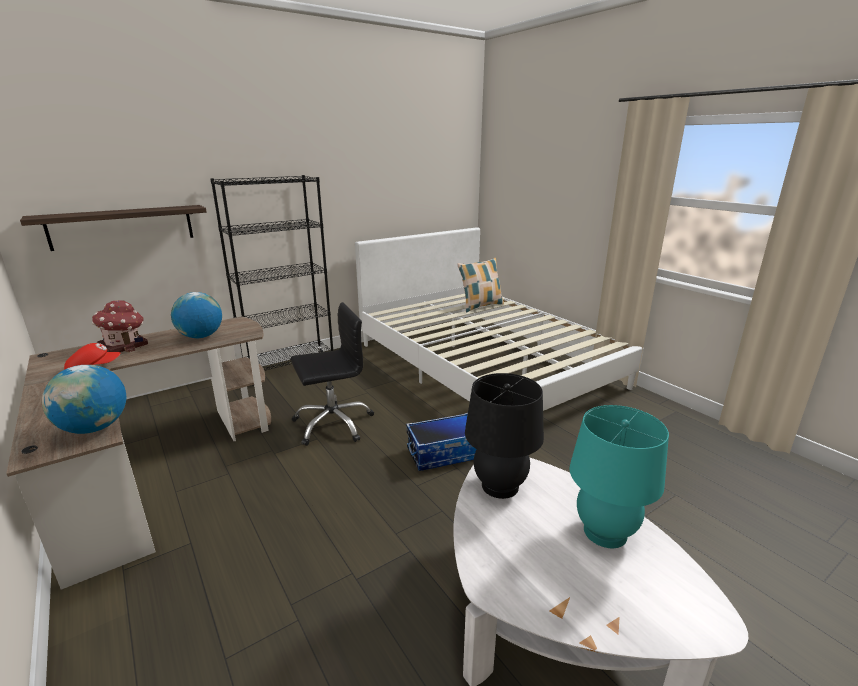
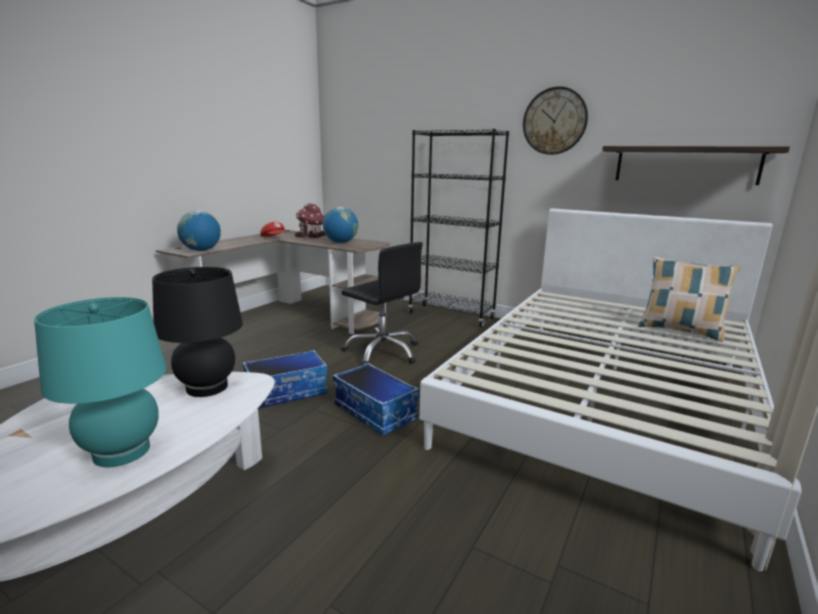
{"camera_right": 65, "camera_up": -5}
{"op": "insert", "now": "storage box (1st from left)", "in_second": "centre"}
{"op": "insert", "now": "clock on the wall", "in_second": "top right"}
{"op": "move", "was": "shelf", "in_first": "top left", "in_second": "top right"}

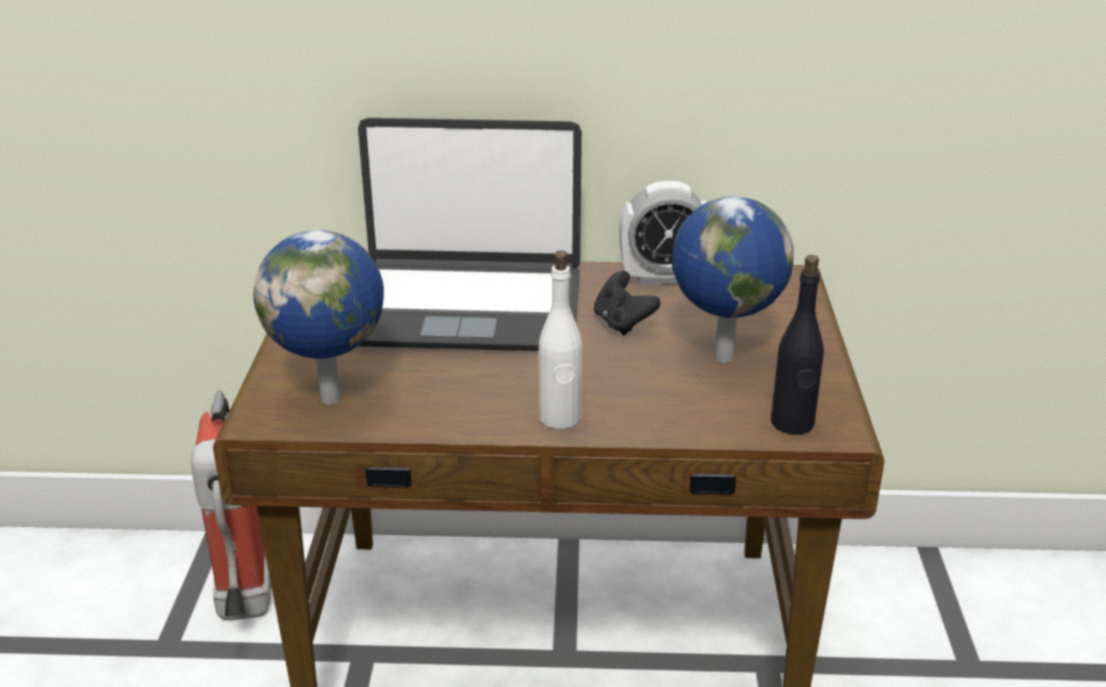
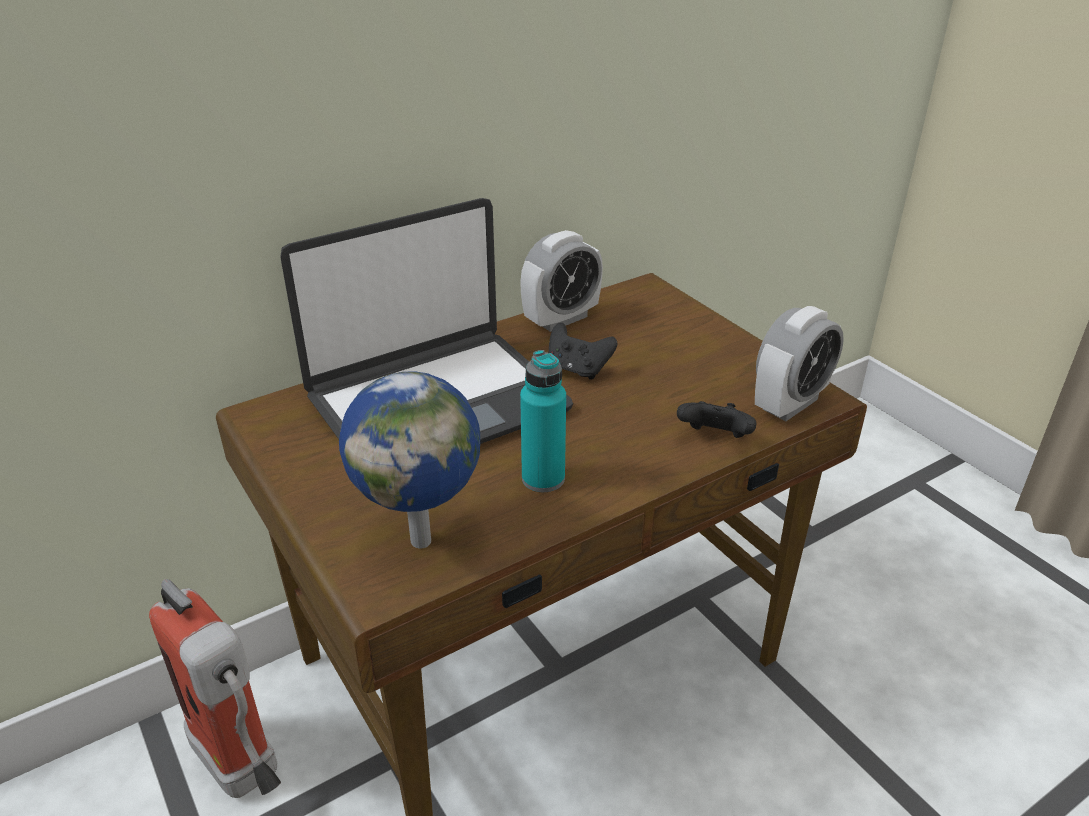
{"camera_right": -35, "camera_up": 5}
{"op": "insert", "now": "beverage bottle (turquoise-coloured)", "in_second": "centre"}
{"op": "insert", "now": "gamepad (black-coloured) (2nd from left)", "in_second": "centre"}
{"op": "replace", "was": "beverage bottle (black-coloured)", "now": "bedside clock (2nd from left)", "in_first": "middle right", "in_second": "middle right"}
{"op": "delete", "was": "beverage bottle (white)", "in_first": "centre"}
{"op": "delete", "was": "desk globe (2nd from left)", "in_first": "centre"}

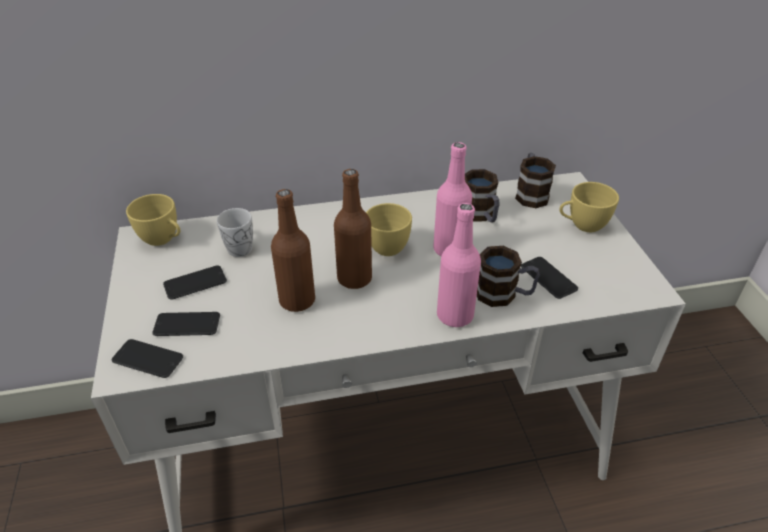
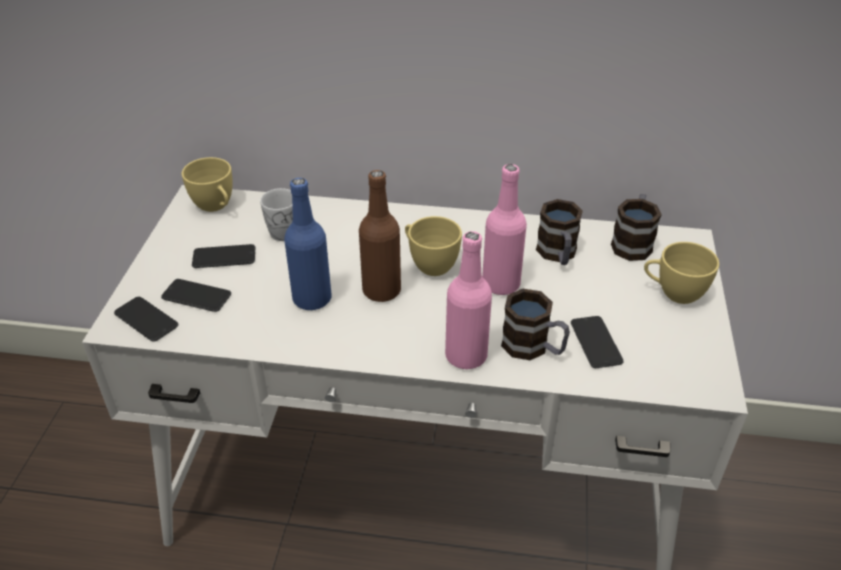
{"camera_right": 20, "camera_up": 0}
{"op": "recolor", "was": "beverage bottle (brown-coloured) (1st from left)", "now": "beverage bottle (blue-coloured)", "in_first": "centre", "in_second": "centre"}

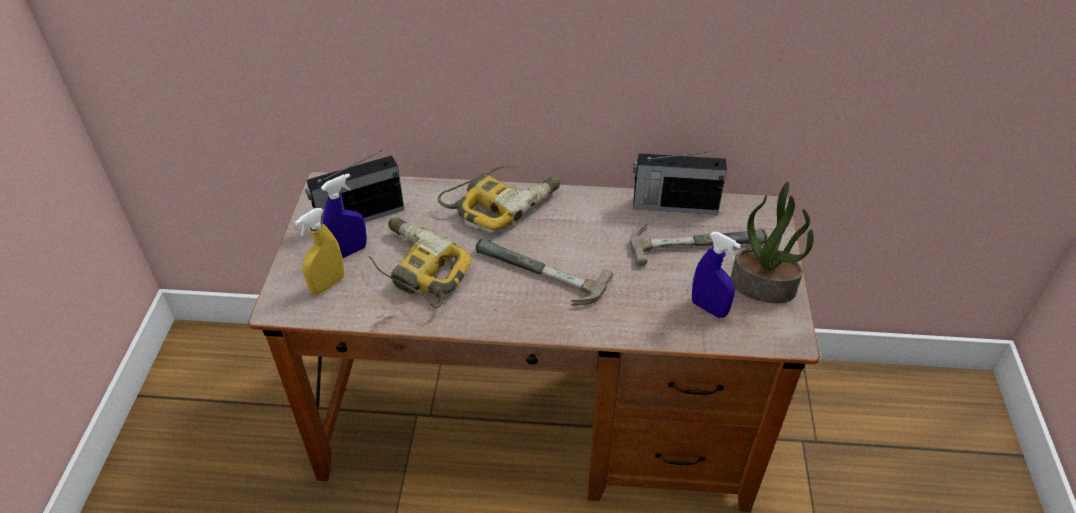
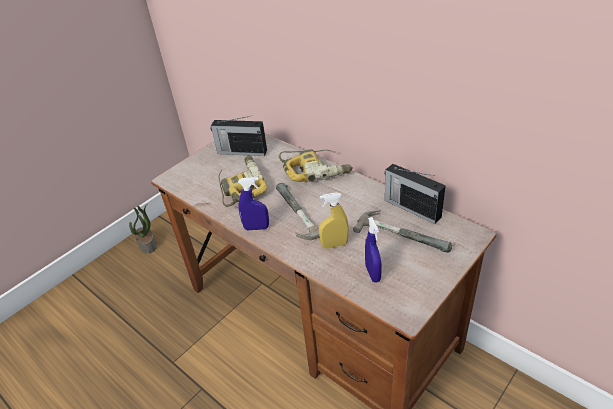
{"camera_right": 40, "camera_up": -5}
{"op": "move", "was": "plant in a pot", "in_first": "middle right", "in_second": "middle left"}
{"op": "move", "was": "spray bottle (blue-coloured) (1st from left)", "in_first": "middle left", "in_second": "centre"}
{"op": "move", "was": "spray bottle (yellow-coloured)", "in_first": "middle left", "in_second": "centre"}

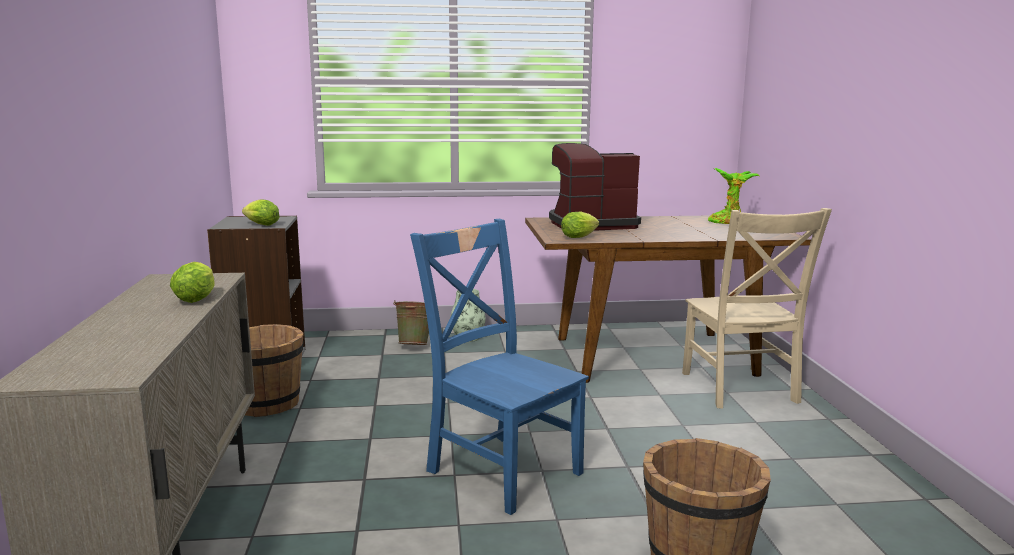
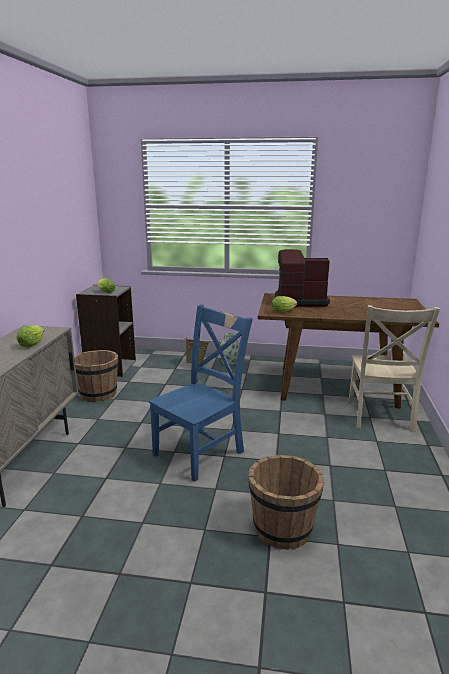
{"camera_right": 15, "camera_up": 5}
{"op": "rotate", "was": "chair (blue-coloured)", "in_first": "centre", "in_second": "centre", "clockwise": 75}
{"op": "delete", "was": "plant in a pot", "in_first": "middle right"}

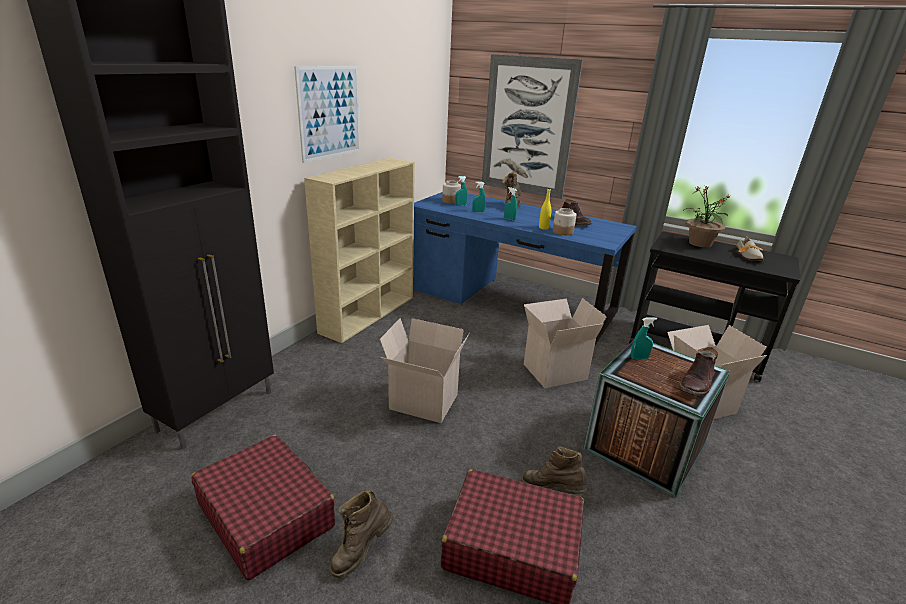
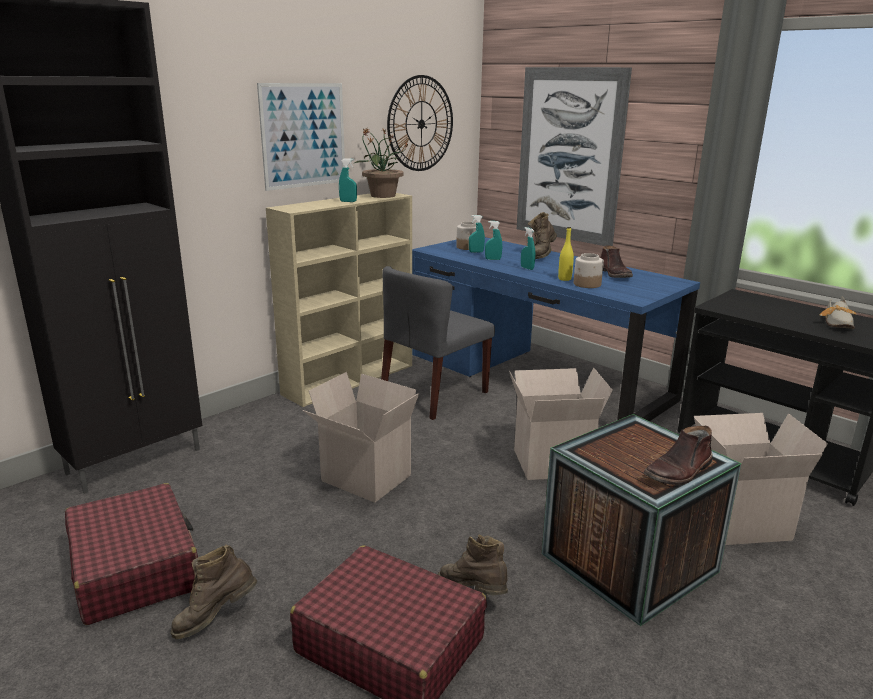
{"camera_right": 15, "camera_up": -5}
{"op": "move", "was": "spray bottle (turquoise-coloured) (4th from left in the first image)", "now": "spray bottle (turquoise-coloured) (1st from left)", "in_first": "middle right", "in_second": "top centre"}
{"op": "move", "was": "plant in a pot", "in_first": "middle right", "in_second": "top centre"}
{"op": "insert", "now": "chair (greyish)", "in_second": "centre"}
{"op": "insert", "now": "clock on the wall", "in_second": "top centre"}

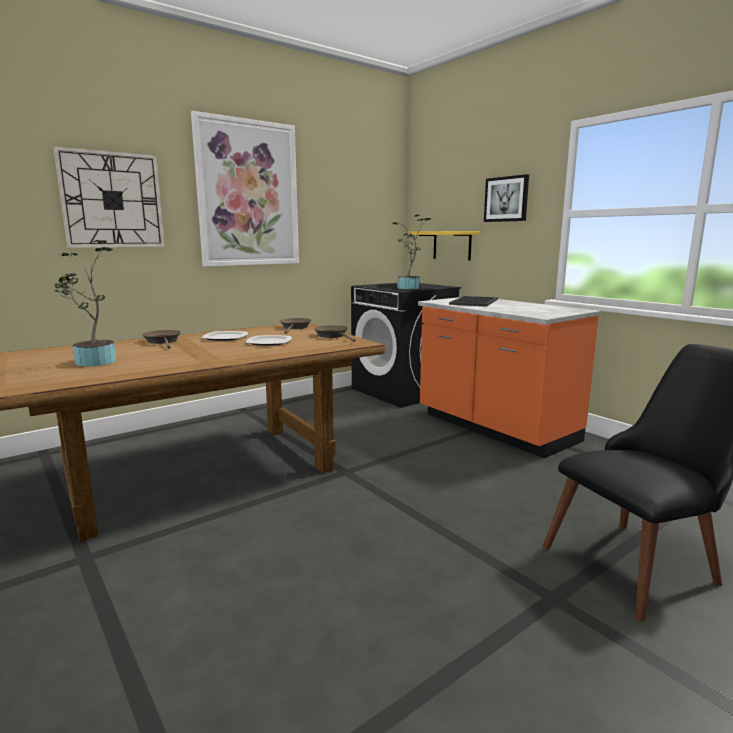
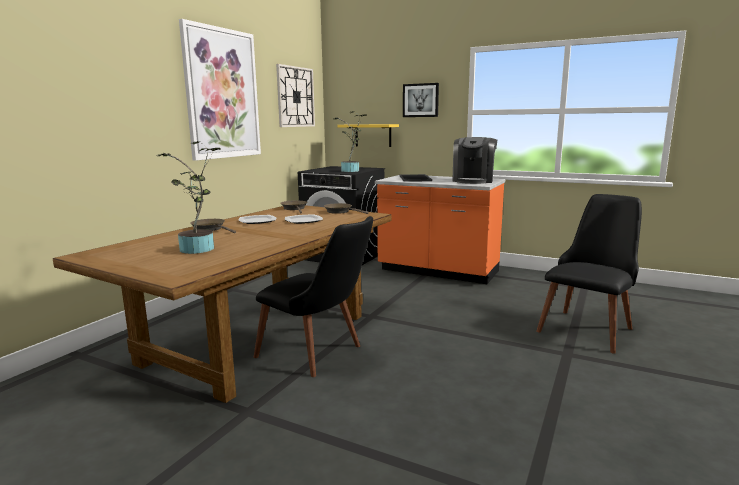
{"camera_right": -25, "camera_up": 0}
{"op": "insert", "now": "chair (black-coloured) (1st from left)", "in_second": "centre"}
{"op": "move", "was": "clock on the wall", "in_first": "top left", "in_second": "top centre"}
{"op": "insert", "now": "coffee maker", "in_second": "top centre"}

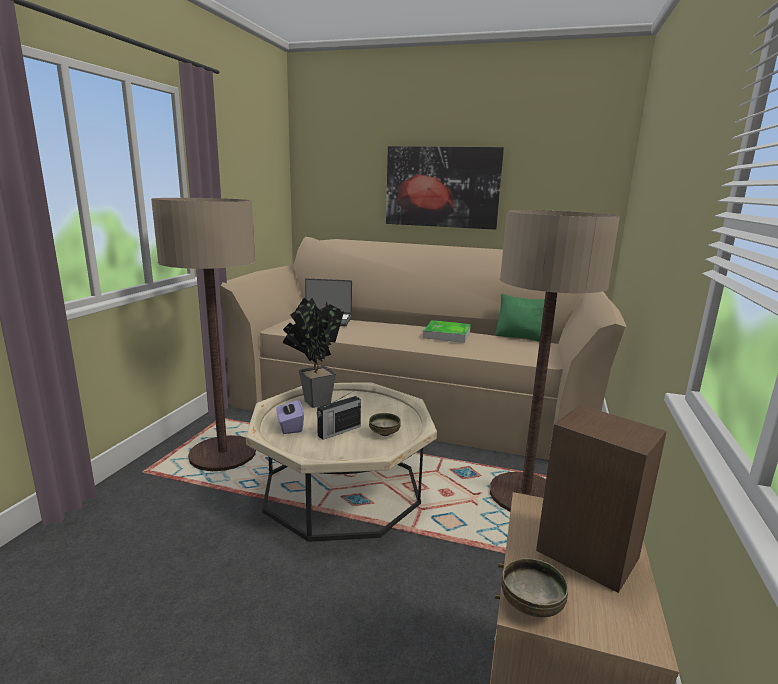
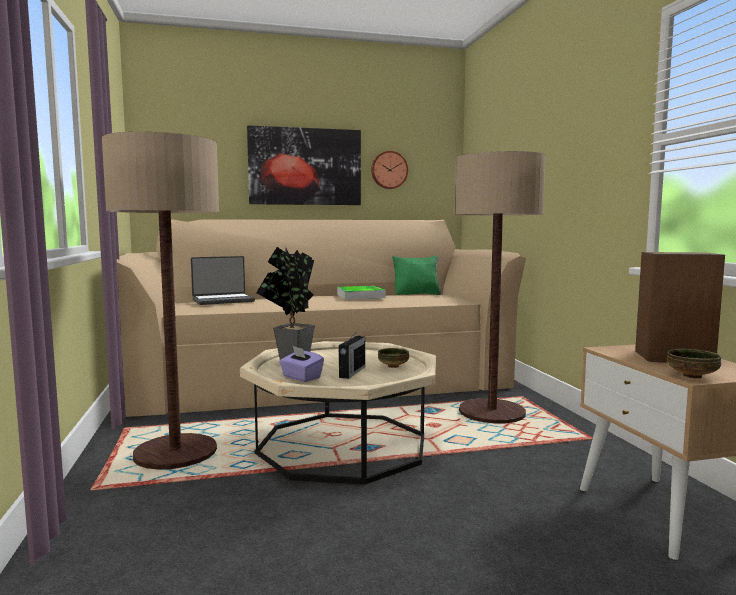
{"camera_right": -30, "camera_up": -10}
{"op": "insert", "now": "clock on the wall", "in_second": "top centre"}

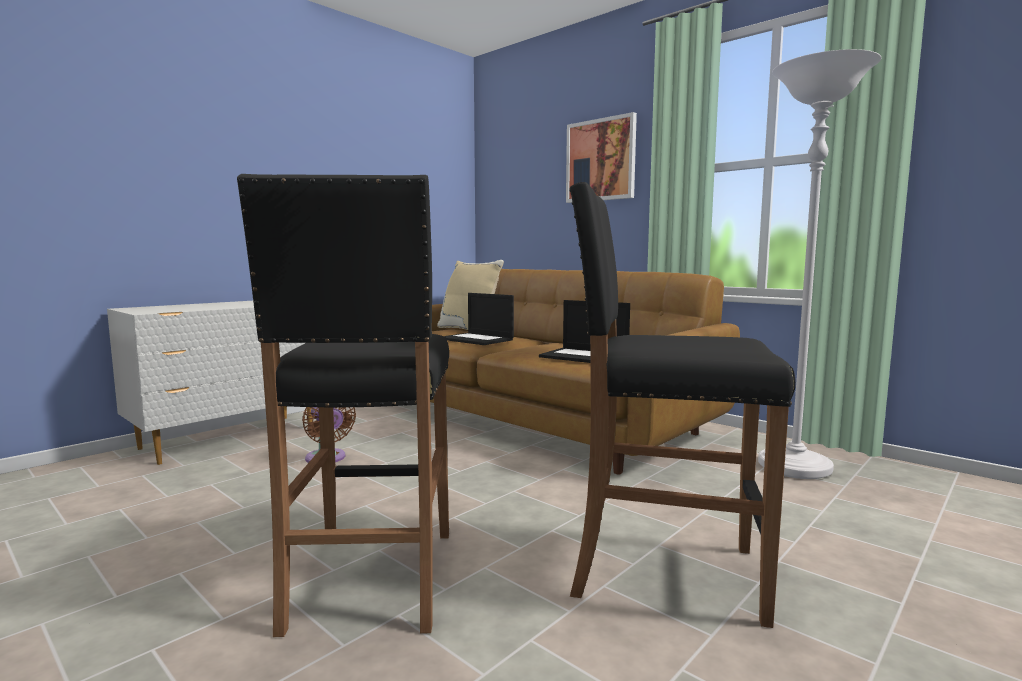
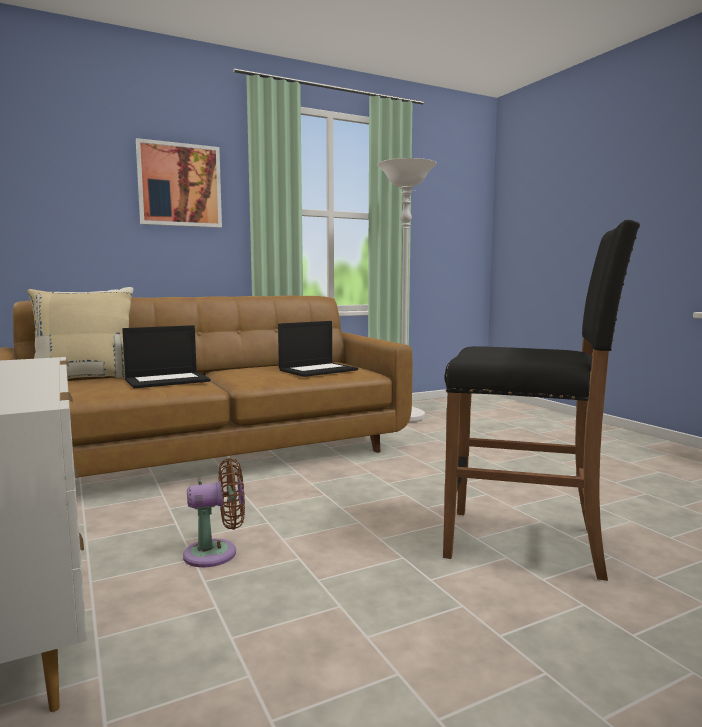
{"camera_right": -70, "camera_up": 0}
{"op": "delete", "was": "sitting stool (black-coloured) (2nd from left)", "in_first": "middle right"}

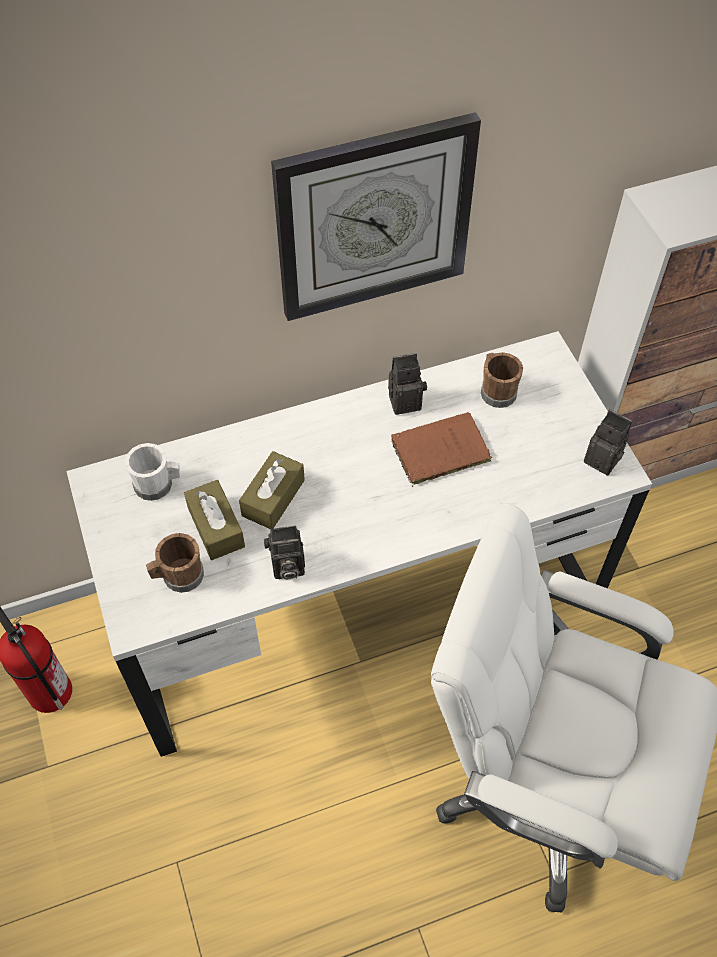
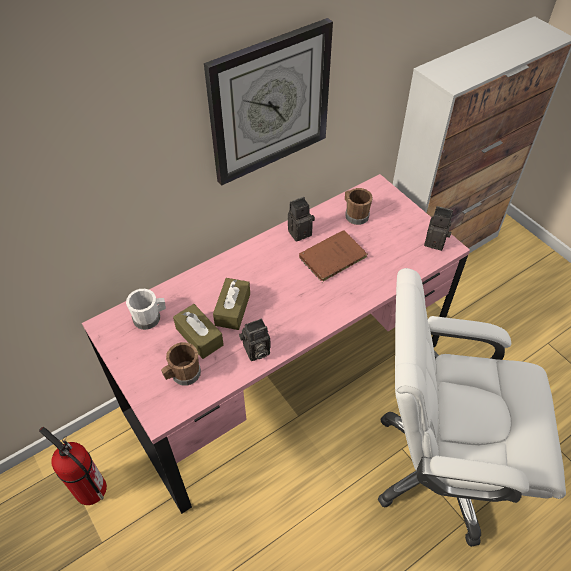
{"camera_right": -15, "camera_up": -5}
{"op": "recolor", "was": "desk unit (white)", "now": "desk unit (pink-coloured)", "in_first": "centre", "in_second": "centre"}

